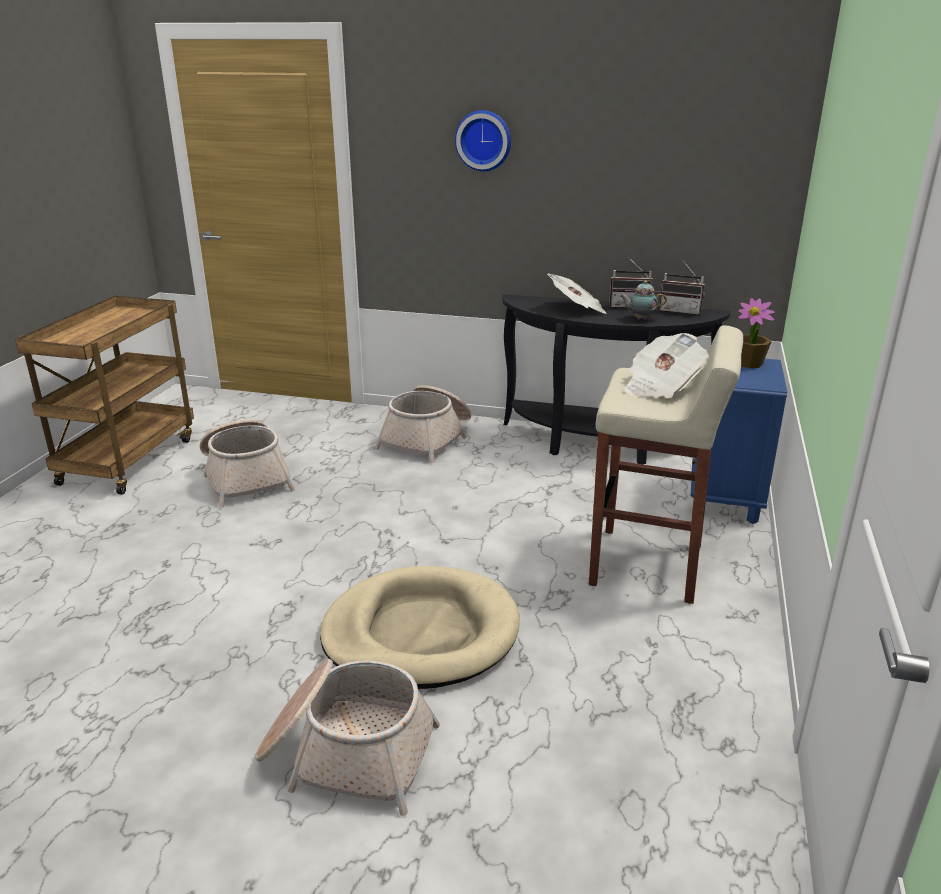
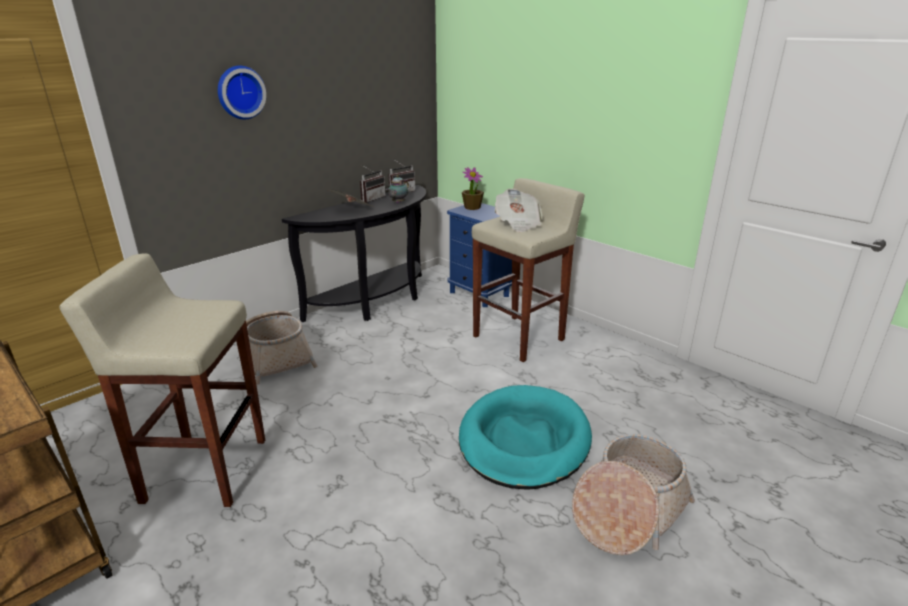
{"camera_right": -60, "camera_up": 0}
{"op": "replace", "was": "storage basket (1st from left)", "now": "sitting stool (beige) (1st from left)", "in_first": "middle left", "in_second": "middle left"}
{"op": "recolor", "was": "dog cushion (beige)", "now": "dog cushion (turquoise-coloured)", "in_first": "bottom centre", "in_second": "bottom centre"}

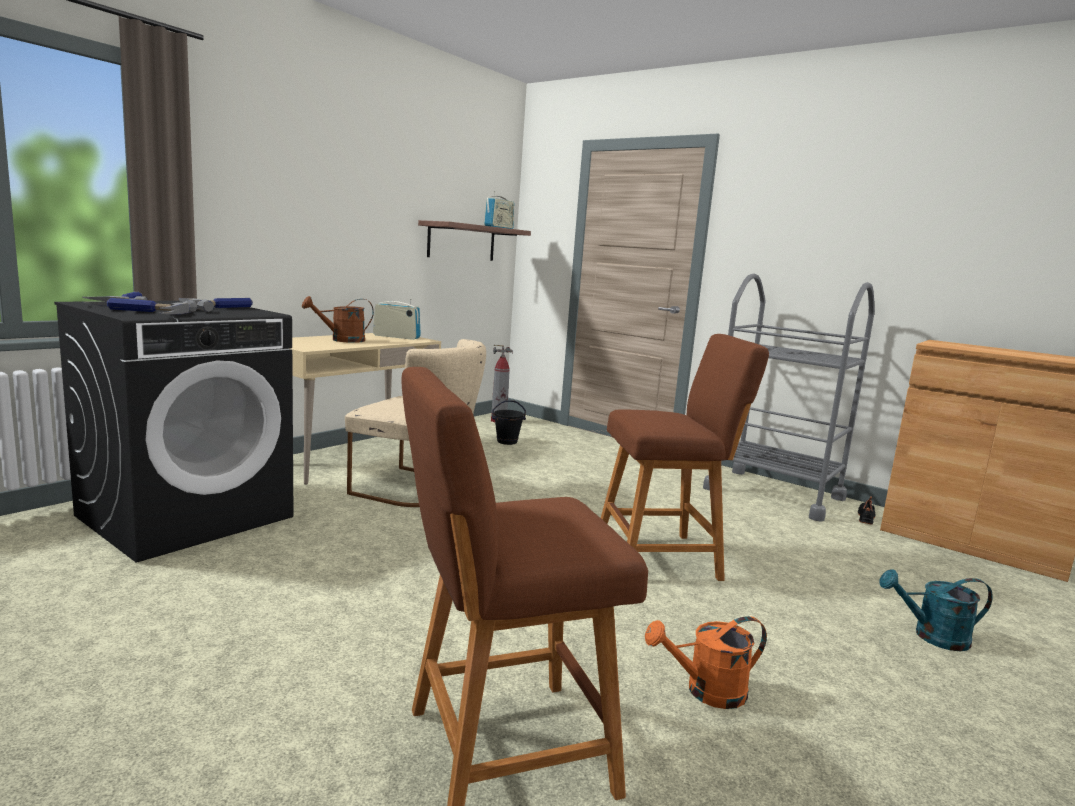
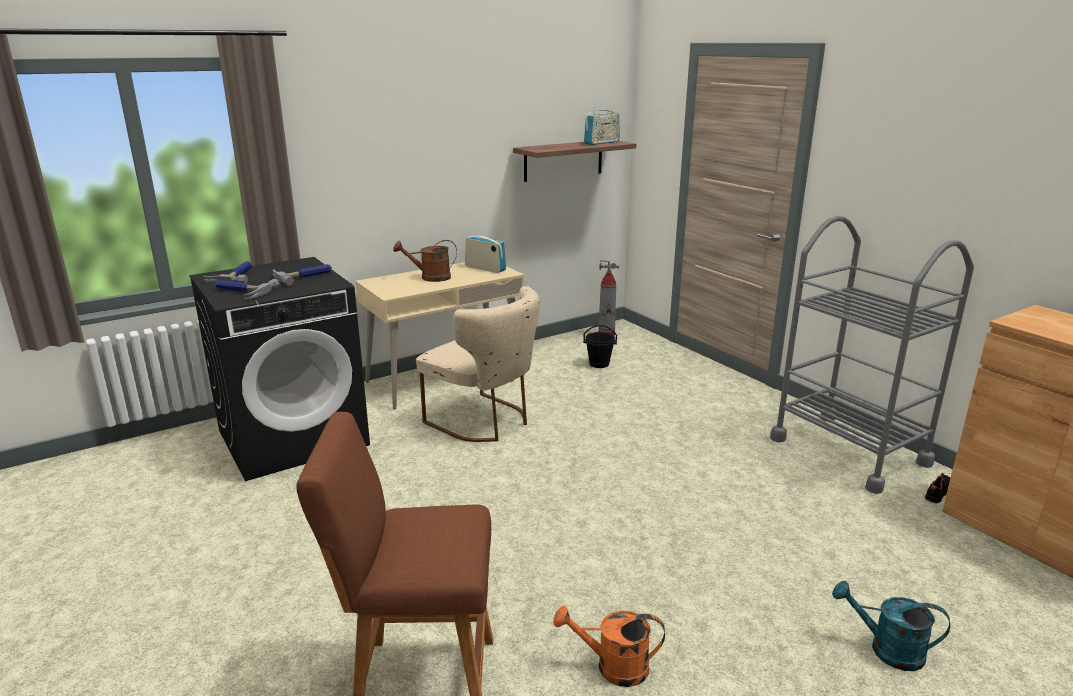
{"camera_right": 20, "camera_up": 10}
{"op": "delete", "was": "sitting stool (brown-coloured) (2nd from left)", "in_first": "centre"}

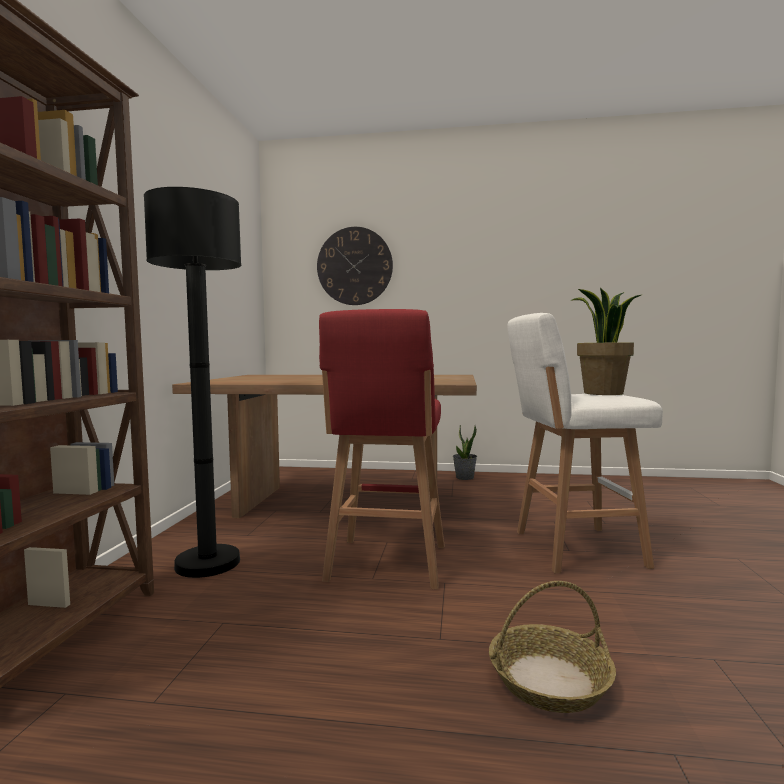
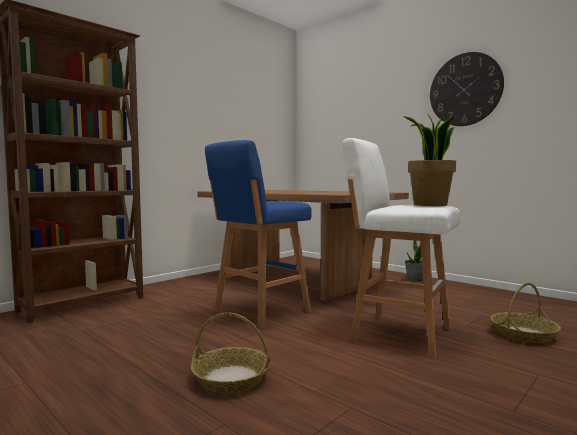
{"camera_right": 35, "camera_up": 0}
{"op": "recolor", "was": "sitting stool (reddish)", "now": "sitting stool (blue-coloured)", "in_first": "centre", "in_second": "centre"}
{"op": "move", "was": "clock on the wall", "in_first": "centre", "in_second": "top right"}
{"op": "insert", "now": "storage basket (2nd from left)", "in_second": "bottom right"}
{"op": "delete", "was": "standard lamp (black-coloured)", "in_first": "middle left"}

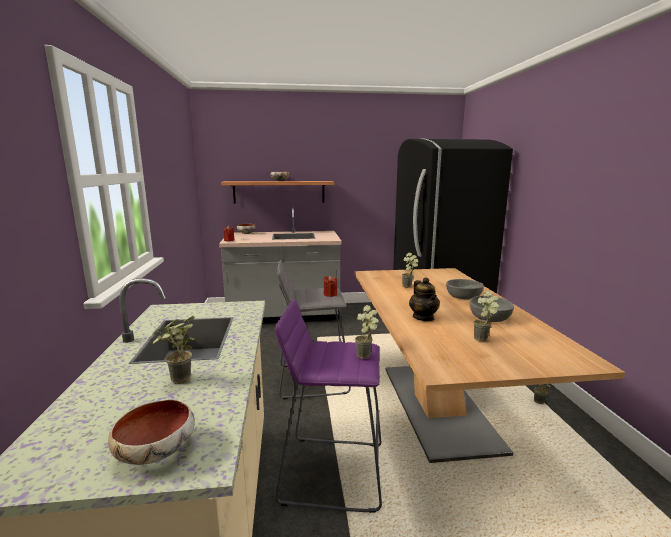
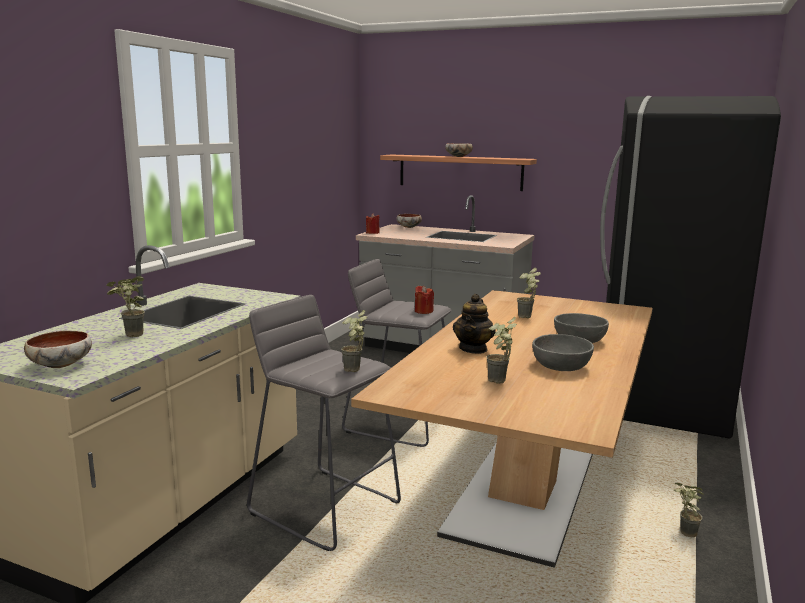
{"camera_right": 30, "camera_up": 0}
{"op": "recolor", "was": "sitting stool (purple-coloured)", "now": "sitting stool (greyish) (1st from left)", "in_first": "bottom centre", "in_second": "bottom centre"}

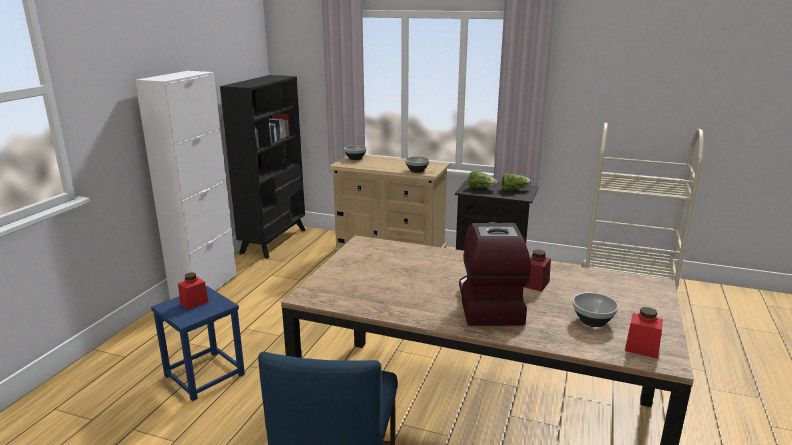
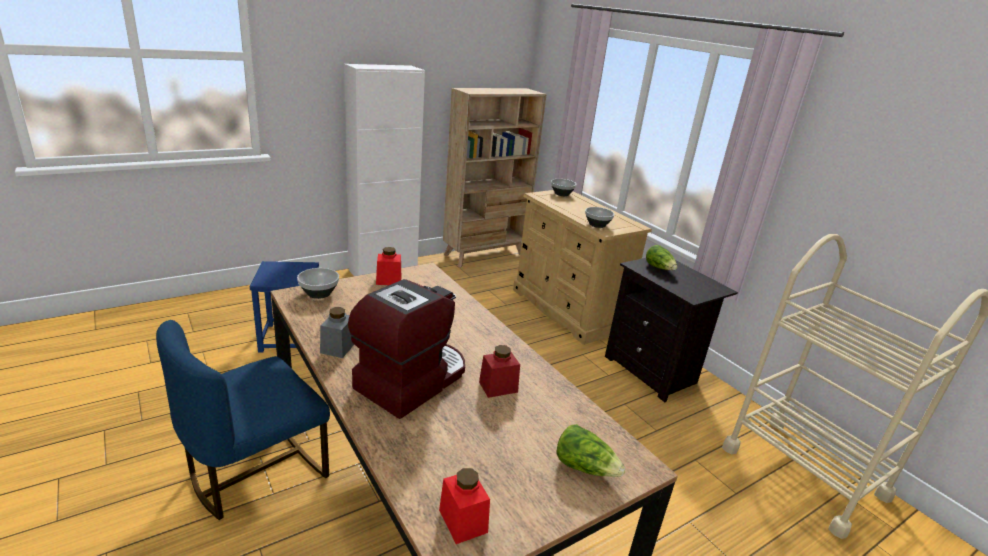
{"camera_right": 35, "camera_up": 5}
{"op": "move", "was": "deep dish (3rd from left in the first image)", "now": "deep dish (1st from left)", "in_first": "bottom right", "in_second": "middle left"}
{"op": "insert", "now": "storage jar (greyish)", "in_second": "centre"}
{"op": "move", "was": "storage jar (reddish) (1st from left)", "in_first": "middle left", "in_second": "centre"}
{"op": "recolor", "was": "bookshelf (black-coloured)", "now": "bookshelf (beige)", "in_first": "middle left", "in_second": "top centre"}
{"op": "move", "was": "lettuce head (2nd from left in the first image)", "now": "lettuce head (1st from left)", "in_first": "centre", "in_second": "bottom centre"}

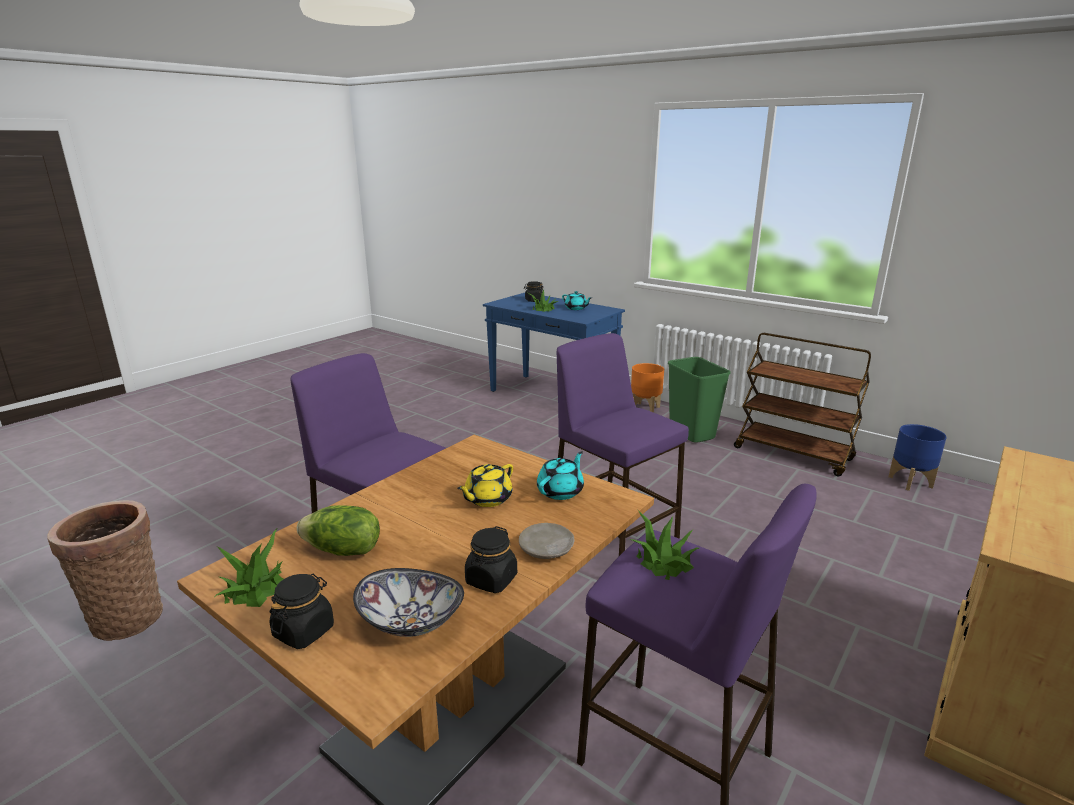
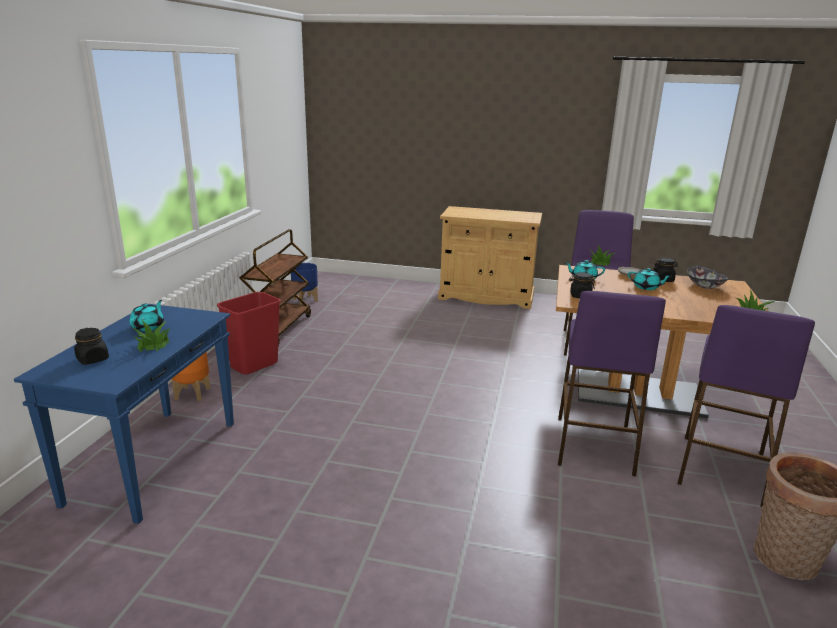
{"camera_right": -115, "camera_up": 0}
{"op": "recolor", "was": "waste bin (green-coloured)", "now": "waste bin (reddish)", "in_first": "centre", "in_second": "middle left"}
{"op": "move", "was": "storage jar (black-coloured) (1st from left in the first image)", "now": "storage jar (black-coloured) (2nd from left)", "in_first": "bottom left", "in_second": "middle right"}
{"op": "insert", "now": "pot for tea (turquoise-coloured) (3rd from left)", "in_second": "middle right"}
{"op": "move", "was": "sitting stool (purple-coloured) (2nd from left in the first image)", "now": "sitting stool (purple-coloured) (3rd from left)", "in_first": "centre", "in_second": "middle right"}
{"op": "delete", "was": "lettuce head", "in_first": "middle left"}
{"op": "delete", "was": "pot for tea (yellow-coloured)", "in_first": "centre"}

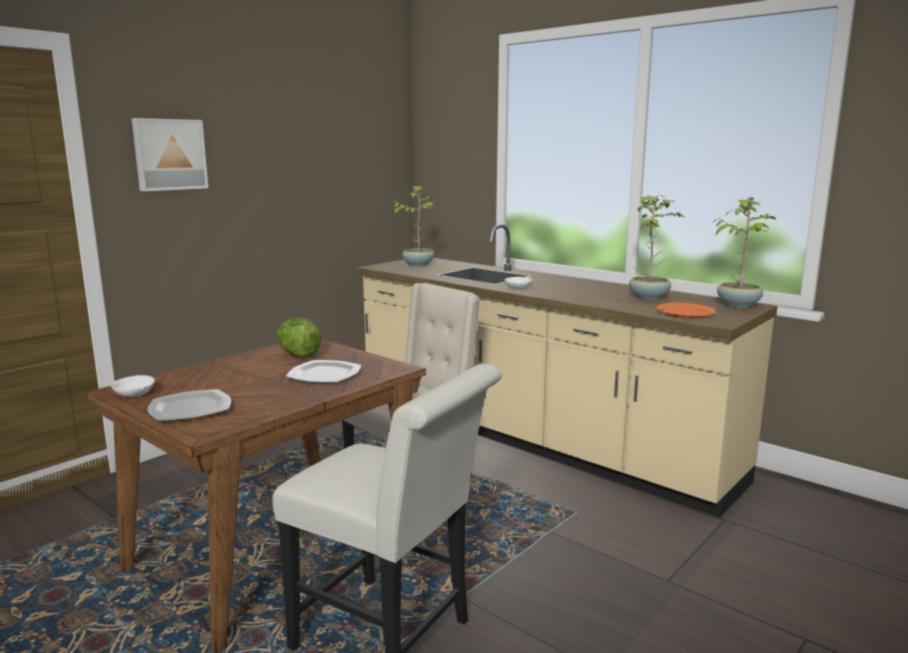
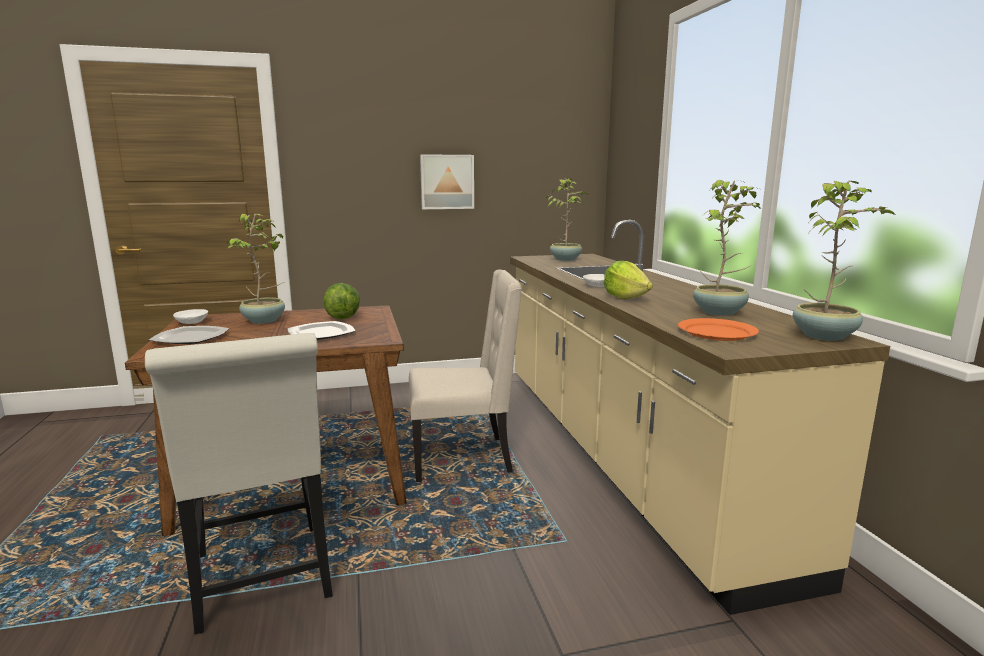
{"camera_right": 35, "camera_up": 0}
{"op": "insert", "now": "plant in a pot (1st from left)", "in_second": "middle left"}
{"op": "move", "was": "picture", "in_first": "top left", "in_second": "top centre"}
{"op": "insert", "now": "lettuce head (2nd from left)", "in_second": "centre"}

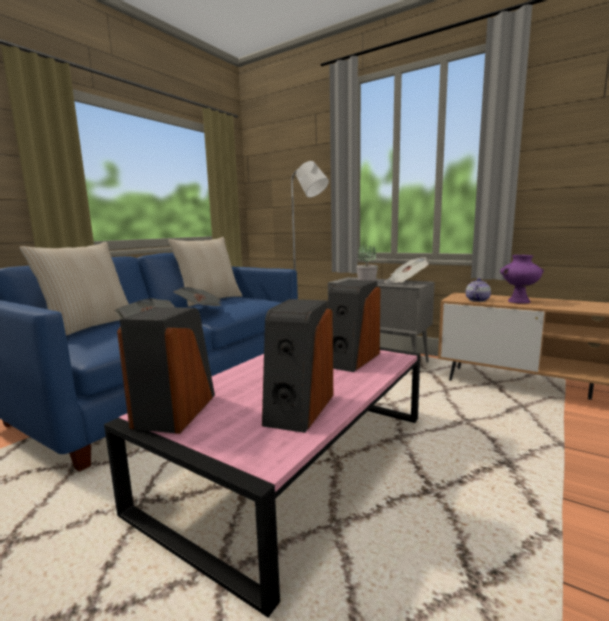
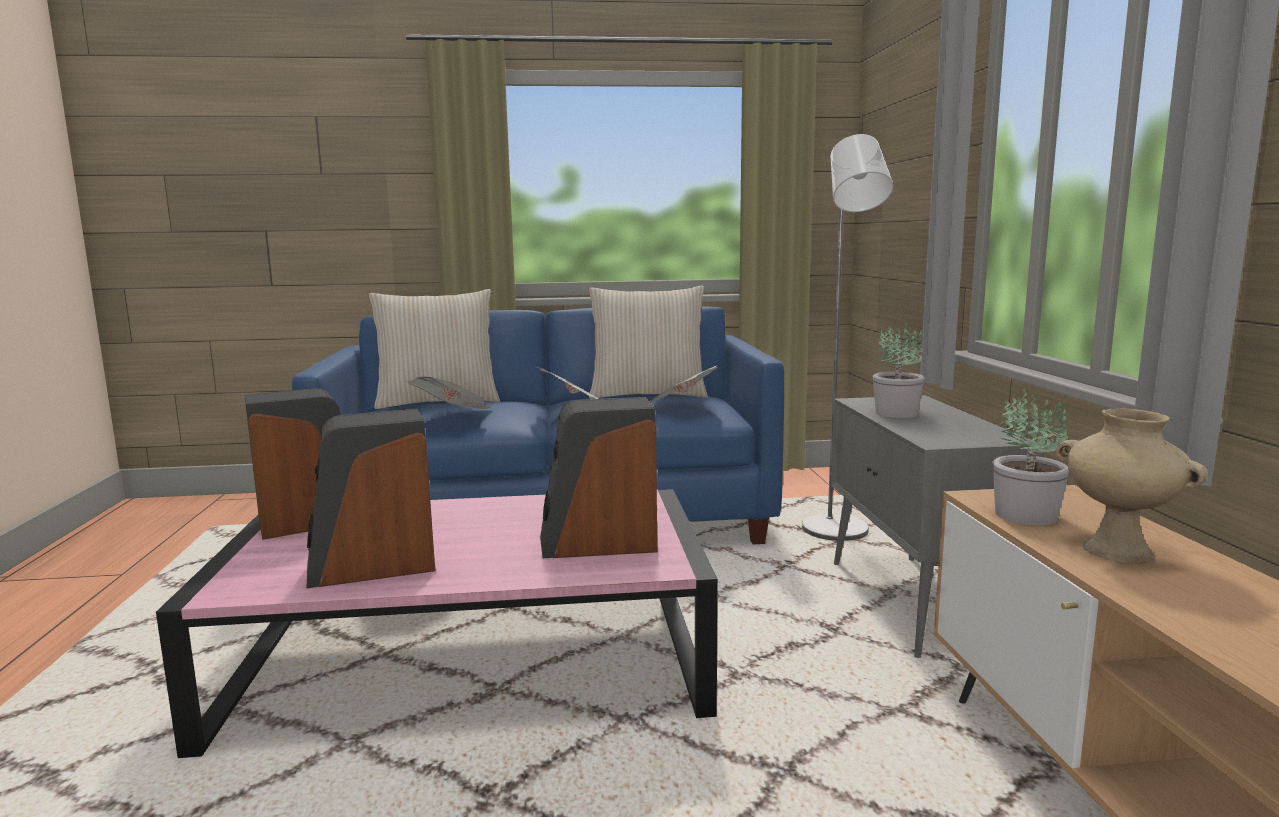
{"camera_right": 50, "camera_up": 0}
{"op": "move", "was": "newspaper (3rd from left)", "in_first": "middle right", "in_second": "centre"}
{"op": "replace", "was": "pot for tea", "now": "plant in a pot (2nd from left)", "in_first": "middle right", "in_second": "middle right"}
{"op": "recolor", "was": "vase (purple-coloured)", "now": "vase (beige)", "in_first": "middle right", "in_second": "middle right"}

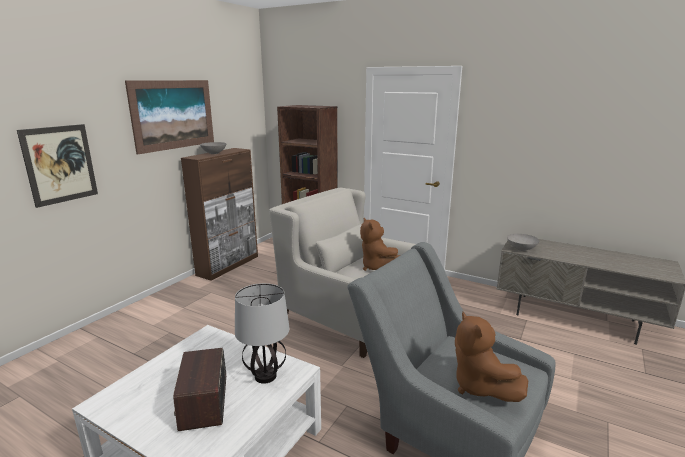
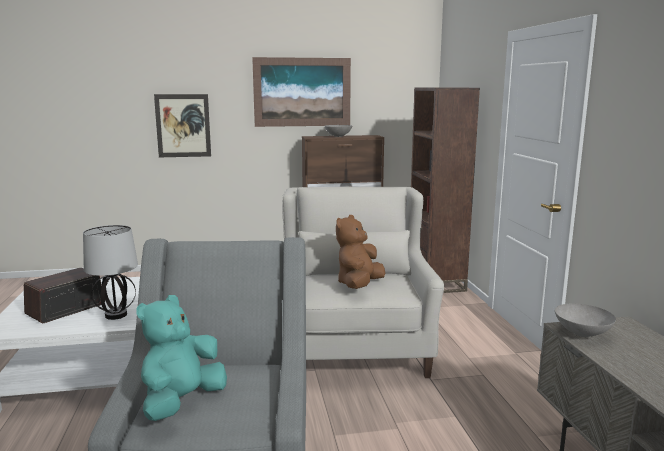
{"camera_right": 50, "camera_up": -5}
{"op": "recolor", "was": "soft toy (brown-coloured) (2nd from left)", "now": "soft toy (turquoise-coloured)", "in_first": "bottom right", "in_second": "bottom left"}

